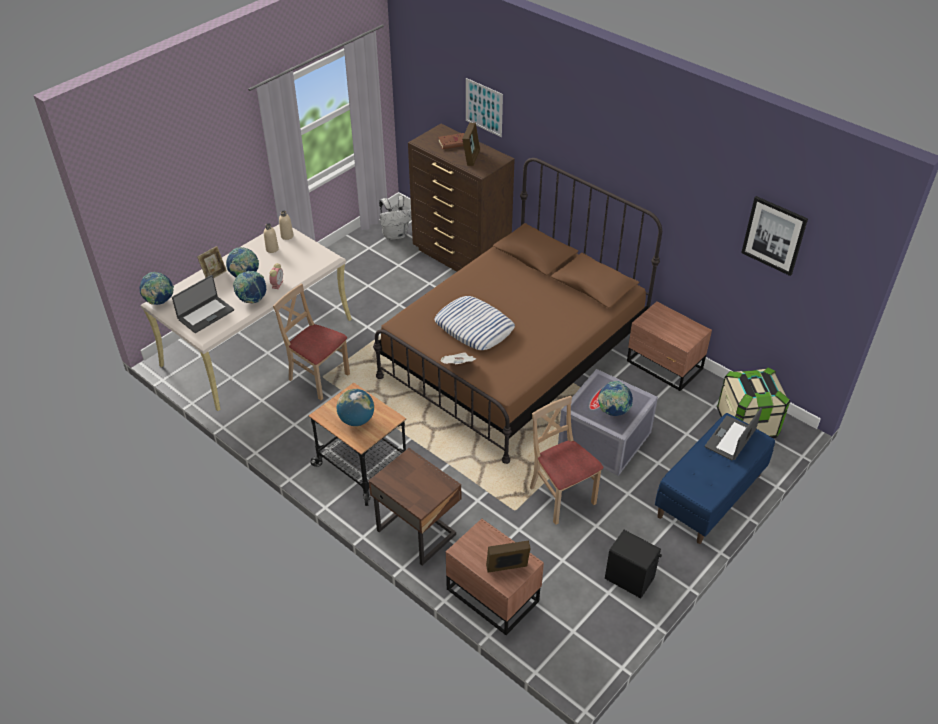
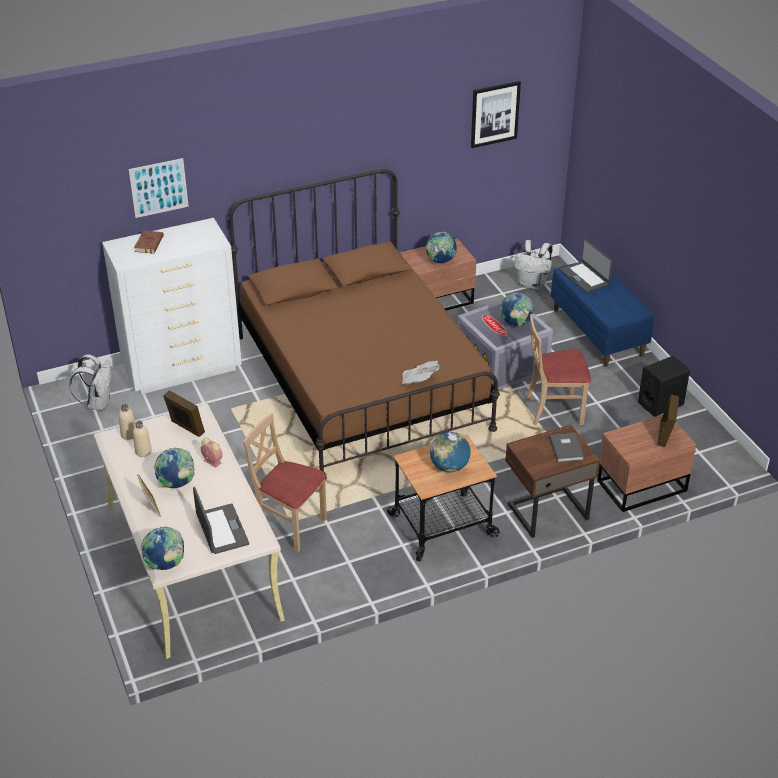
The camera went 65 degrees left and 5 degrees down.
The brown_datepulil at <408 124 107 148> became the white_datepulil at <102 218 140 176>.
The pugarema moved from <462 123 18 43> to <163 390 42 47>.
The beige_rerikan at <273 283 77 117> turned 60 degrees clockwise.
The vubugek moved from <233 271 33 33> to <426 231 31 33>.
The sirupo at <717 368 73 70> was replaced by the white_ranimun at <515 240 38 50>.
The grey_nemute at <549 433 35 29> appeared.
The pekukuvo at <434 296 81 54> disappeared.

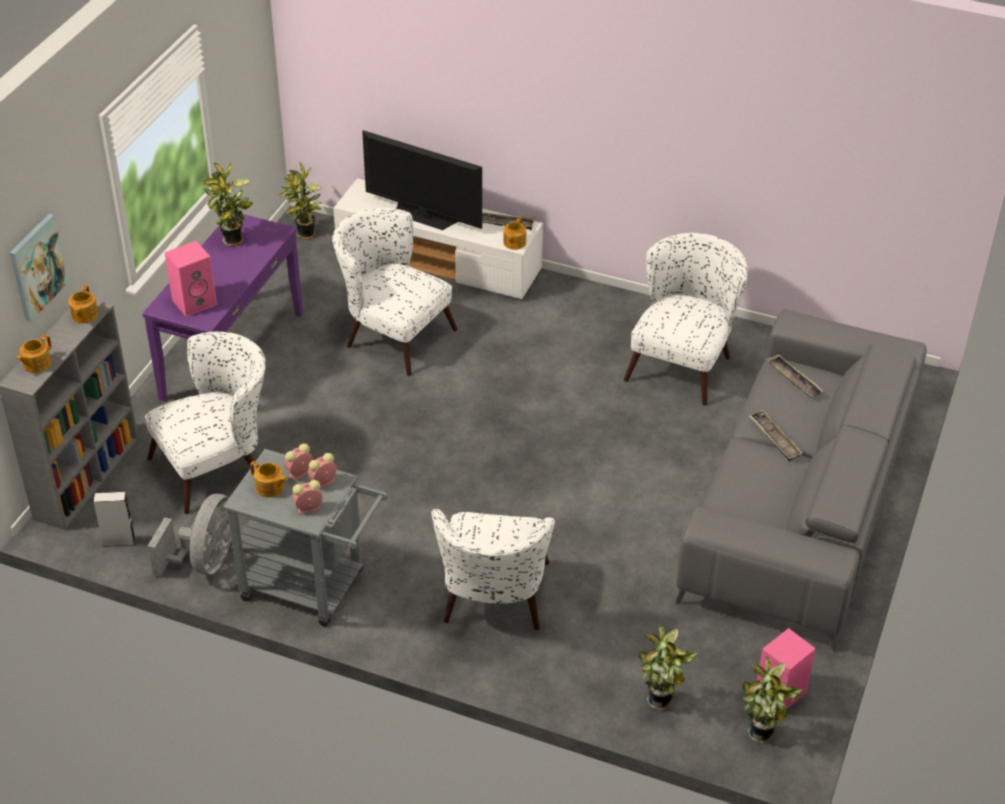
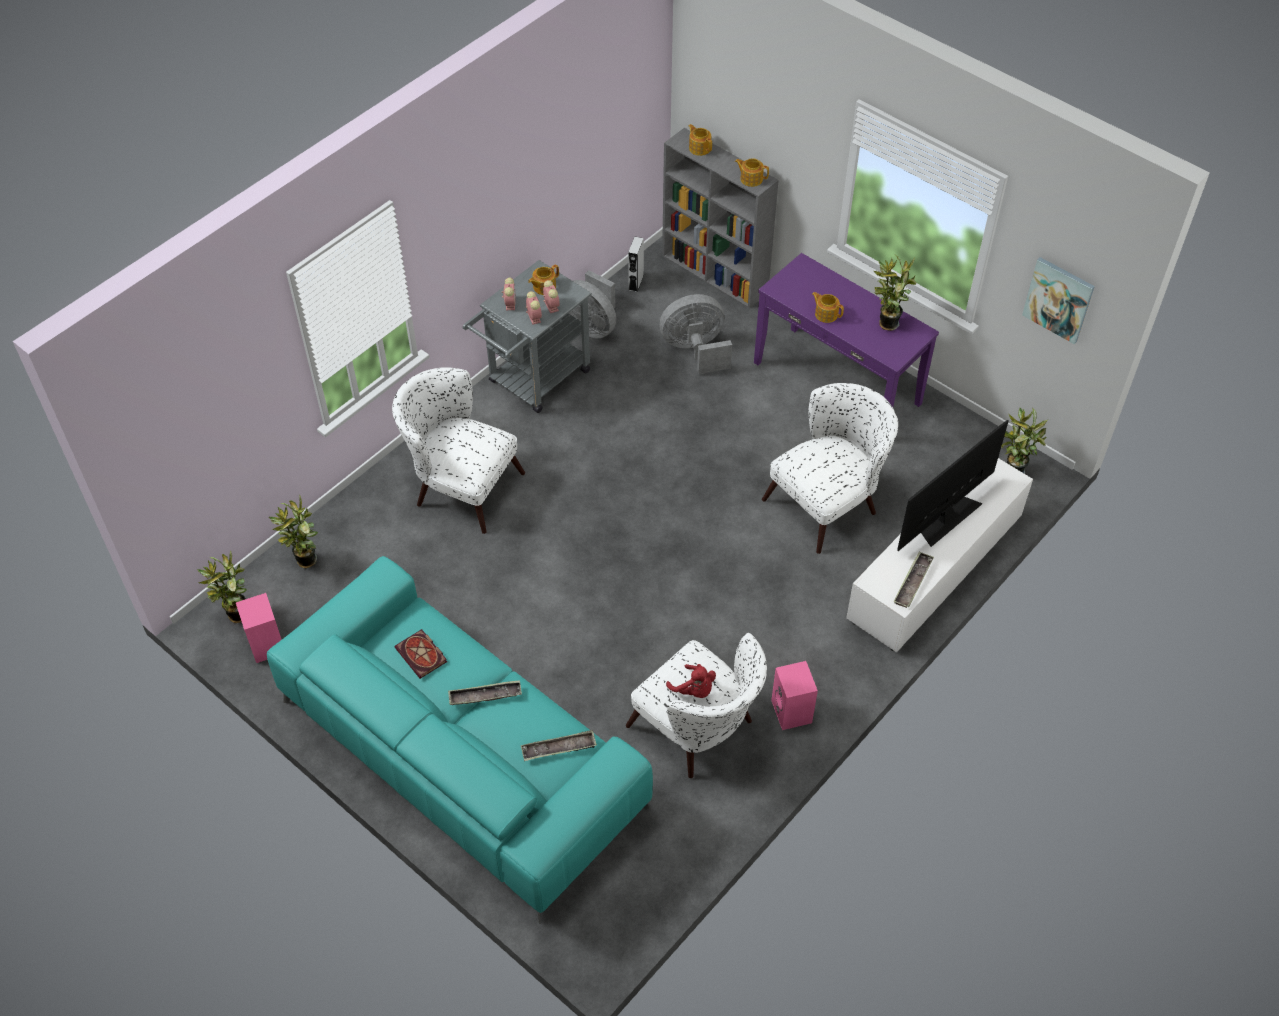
The camera went 110 degrees right and 10 degrees up.
The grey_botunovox at <675 309 252 343> became the turquoise_botunovox at <267 556 386 368>.
The nemute at <395 629 52 50> appeared.
The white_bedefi at <145 332 121 182> was replaced by the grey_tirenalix at <660 294 72 80>.
The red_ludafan at <666 664 50 34> appeared.
The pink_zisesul moved from <165 241 52 76> to <771 661 47 69>.
The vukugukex moved from <503 217 23 33> to <812 292 32 31>.
The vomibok moved from <10 214 58 108> to <1022 257 73 87>.

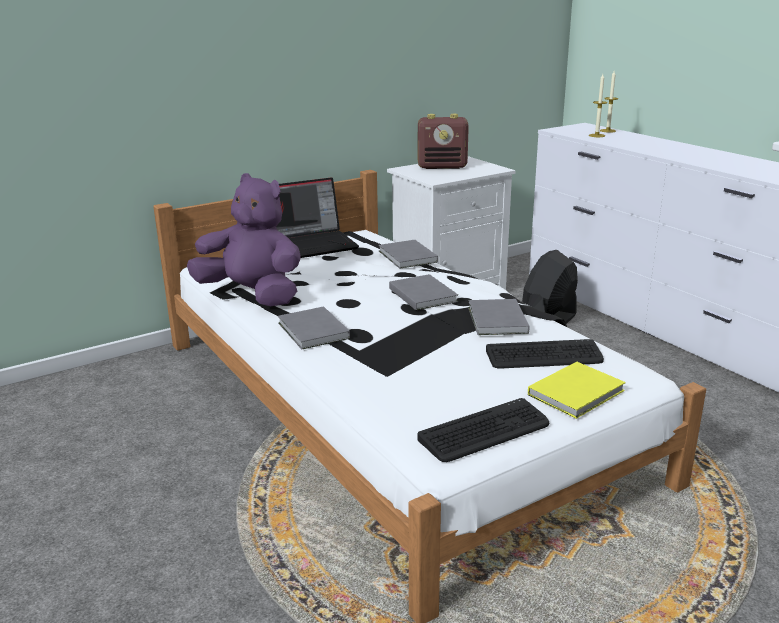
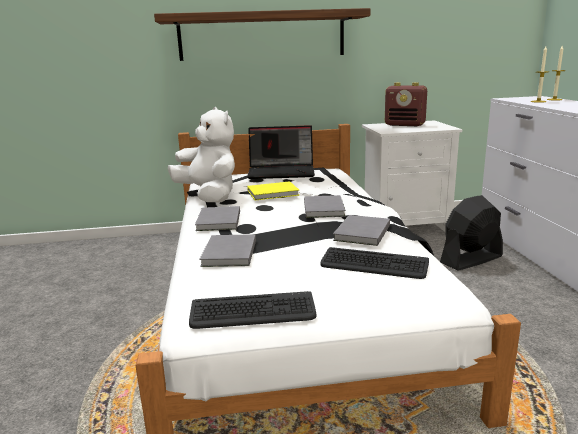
The camera went 25 degrees right and 5 degrees down.
The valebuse at <154 8 216 53> appeared.
The purple_ludafan at <187 173 113 133> became the white_ludafan at <168 107 67 95>.
The grey_nemute moved from <378 240 60 29> to <199 234 57 33>.
The yellow_nemute moved from <528 362 98 57> to <247 181 52 19>.

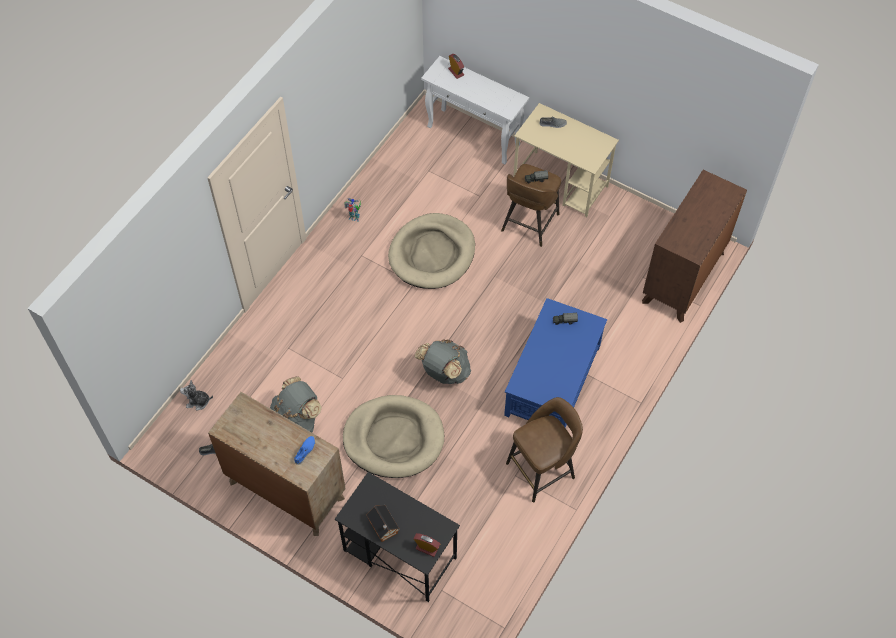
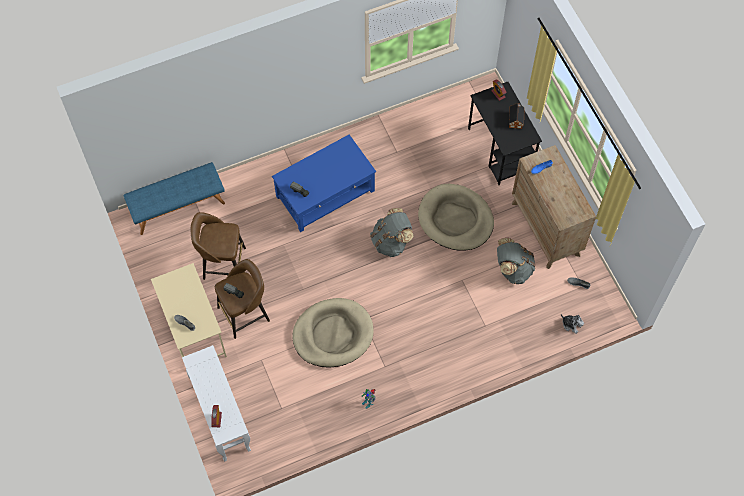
The camera went 145 degrees left and 5 degrees up.
The brown_datepulil at <642 170 105 153> was replaced by the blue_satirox at <123 162 102 73>.
The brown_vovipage moved from <506 397 77 105> to <190 212 56 68>.

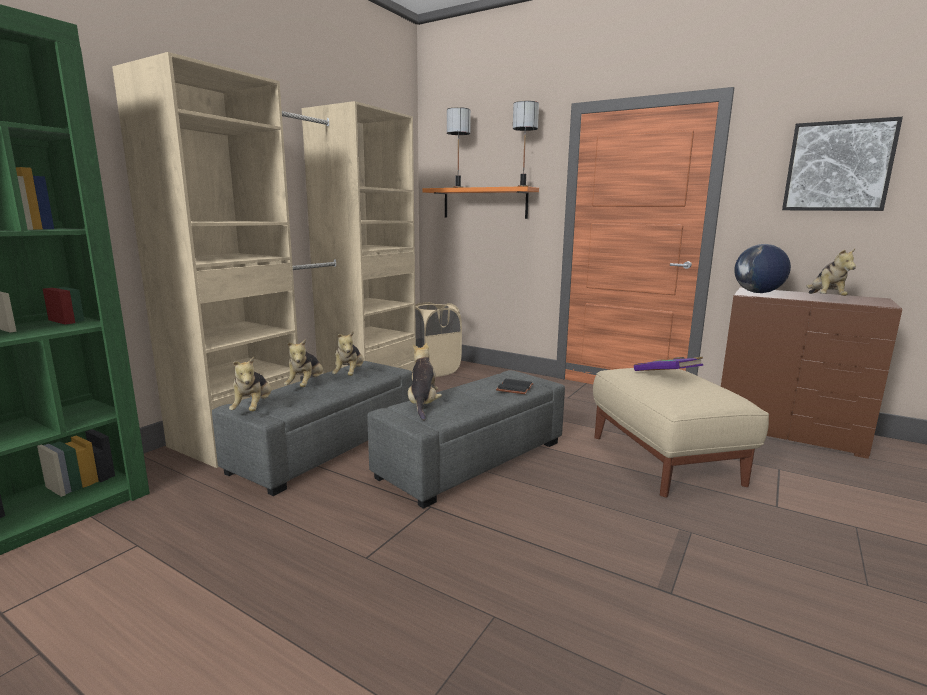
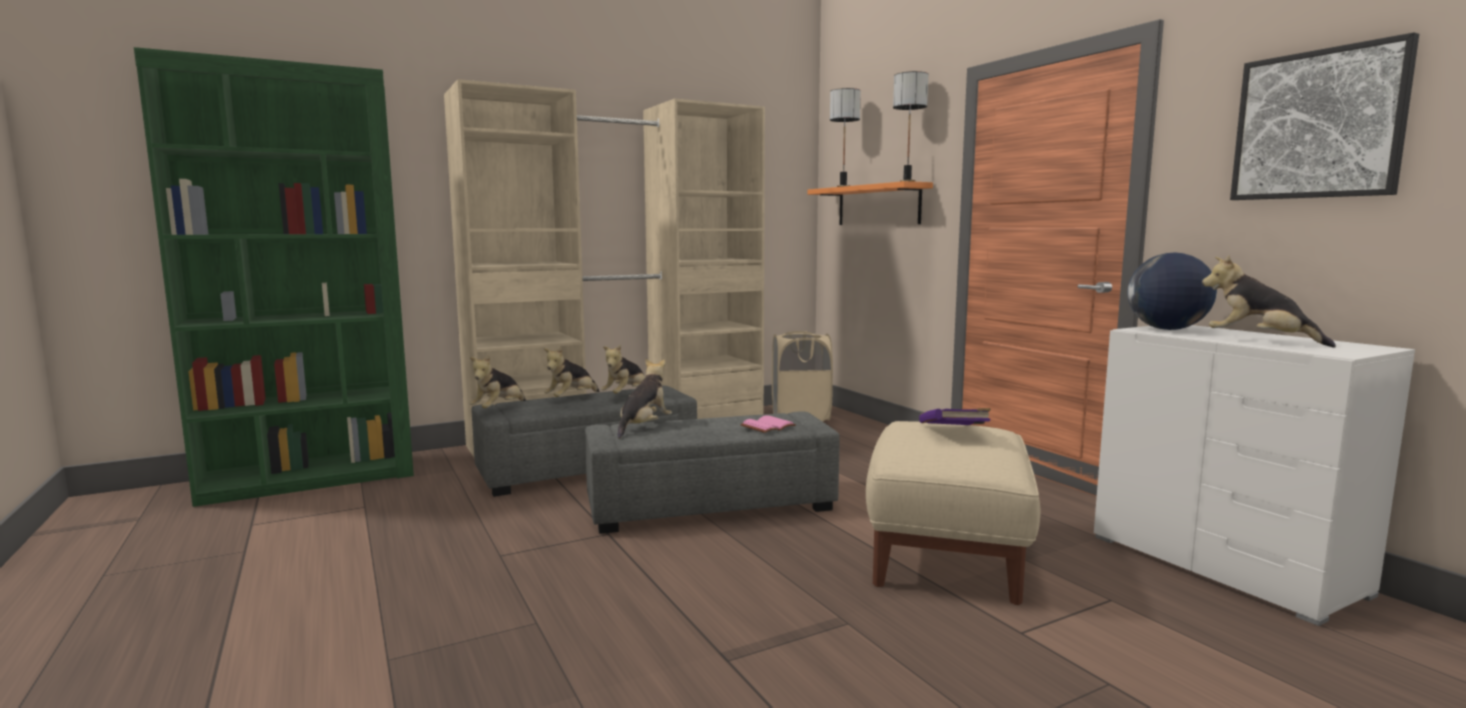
The camera went 30 degrees right and 5 degrees down.
The black_nemute at <496 379 38 15> became the pink_nemute at <740 415 56 18>.
The brown_datepulil at <721 288 181 171> became the white_datepulil at <1094 325 321 301>.
The ludafan at <806 249 50 47> turned 90 degrees clockwise.

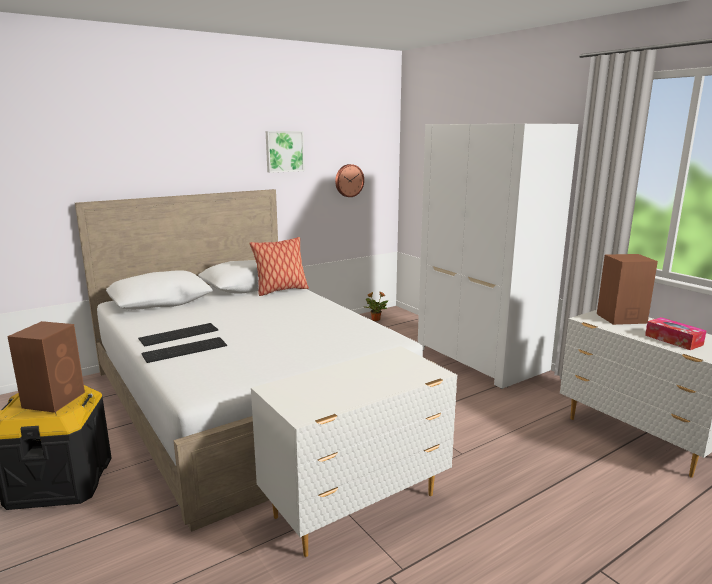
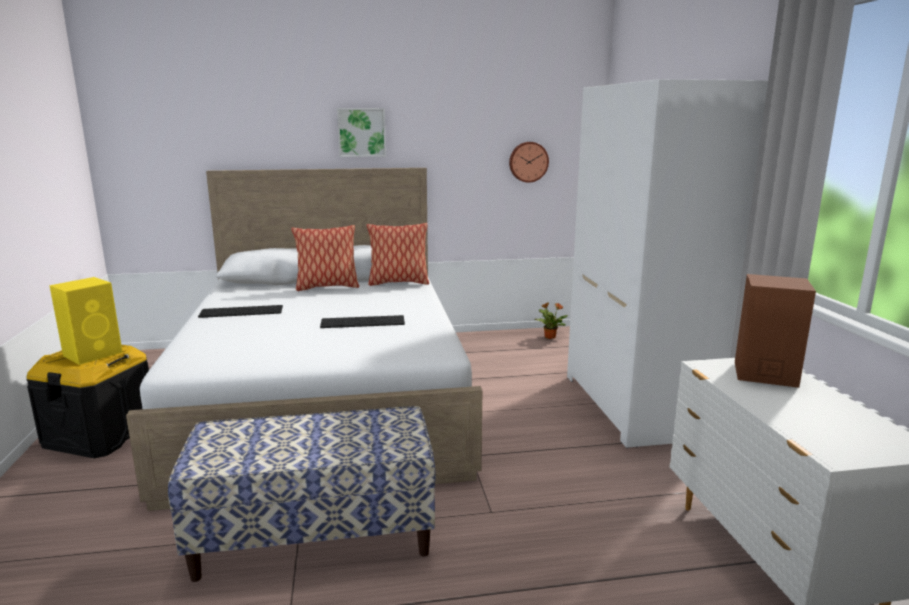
The camera went 25 degrees right and 0 degrees up.
The brown_zisesul at <7 321 78 92> became the yellow_zisesul at <49 277 74 88>.
The white_datepulil at <251 346 206 211> was replaced by the satirox at <168 406 267 176>.
The pekukuvo at <291 225 68 66> appeared.
The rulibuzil moved from <141 337 86 26> to <320 315 85 13>.
The vomibok moved from <266 131 38 42> to <337 108 49 49>.
The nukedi at <645 317 62 33> disappeared.

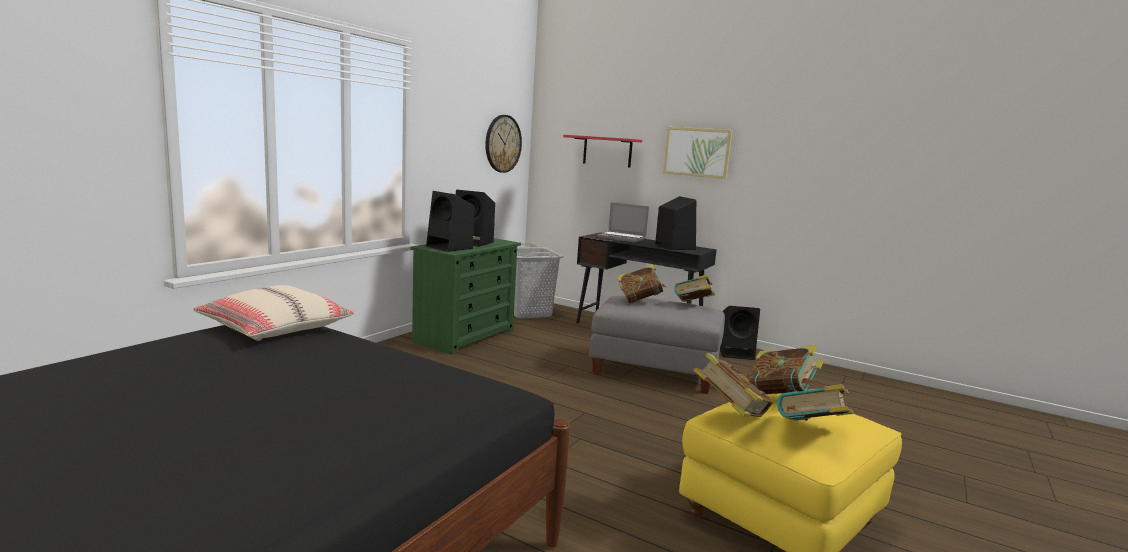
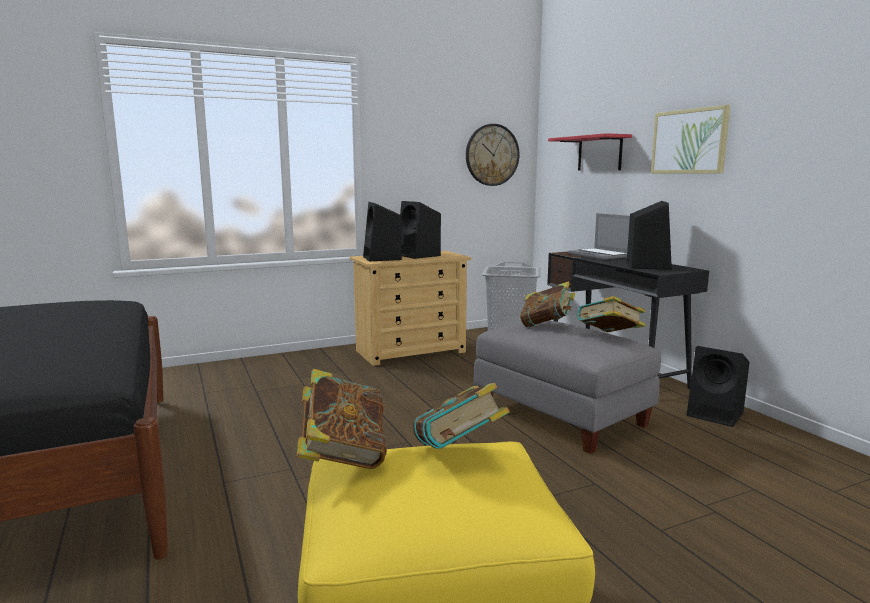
The camera went 35 degrees right and 0 degrees up.
The green_datepulil at <410 236 111 119> became the beige_datepulil at <350 251 121 115>.
The beige_pekukuvo at <193 285 161 56> disappeared.
The nemute at <777 384 76 37> disappeared.

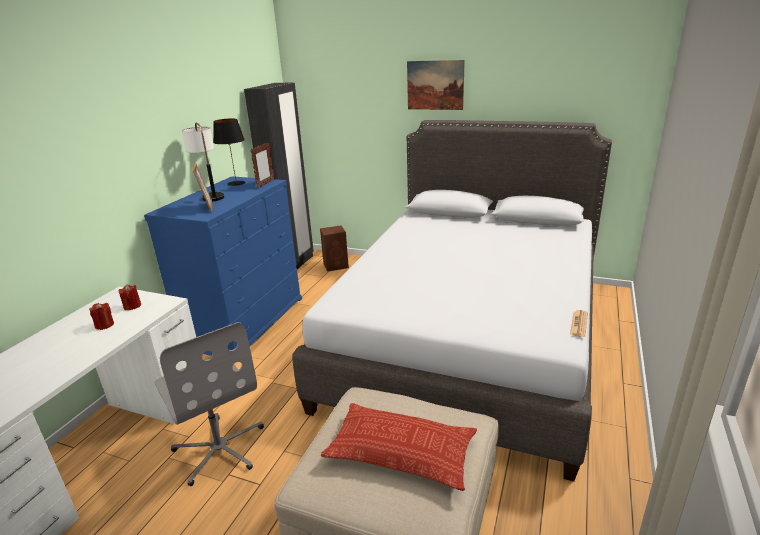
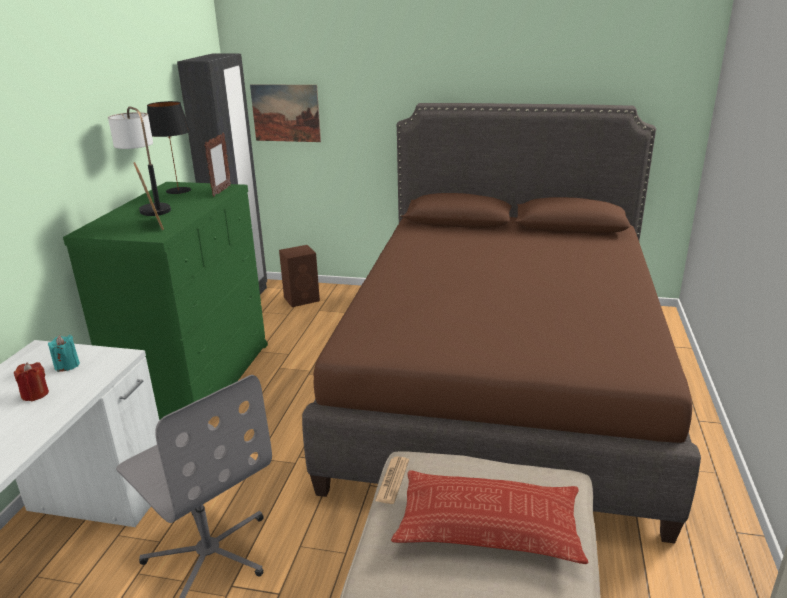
The camera went 10 degrees left and 0 degrees up.
The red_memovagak at <118 285 23 25> became the turquoise_memovagak at <48 335 32 37>.
The blue_datepulil at <144 176 158 180> became the green_datepulil at <63 182 205 238>.
The vomibok moved from <407 60 58 50> to <250 84 71 58>.
The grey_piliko at <292 120 320 362> became the brown_piliko at <302 103 399 440>.
The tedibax moved from <570 310 18 27> to <375 456 34 48>.

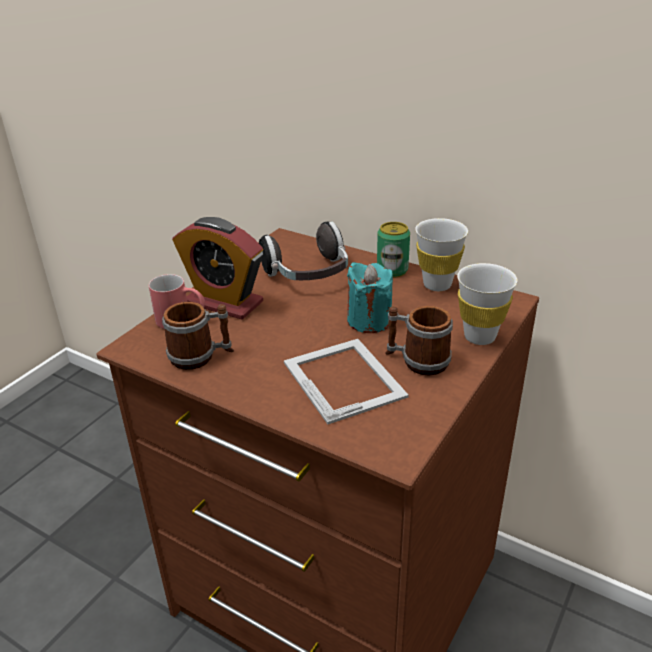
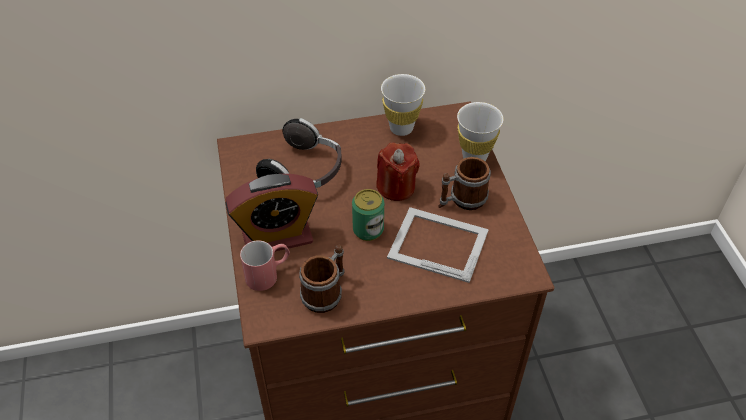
The camera went 45 degrees left and 15 degrees up.
The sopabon moved from <377 222 33 56> to <352 189 32 52>.
The turquoise_memovagak at <347 262 46 71> became the red_memovagak at <376 143 44 58>.

